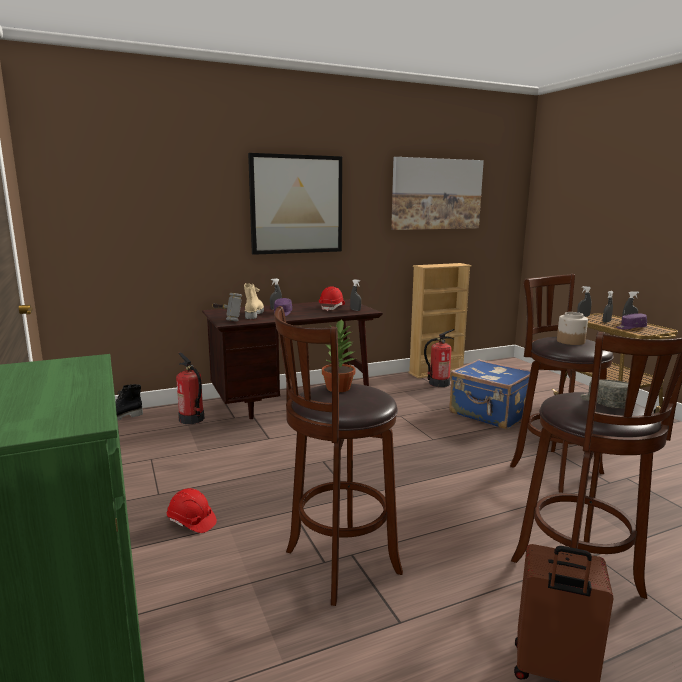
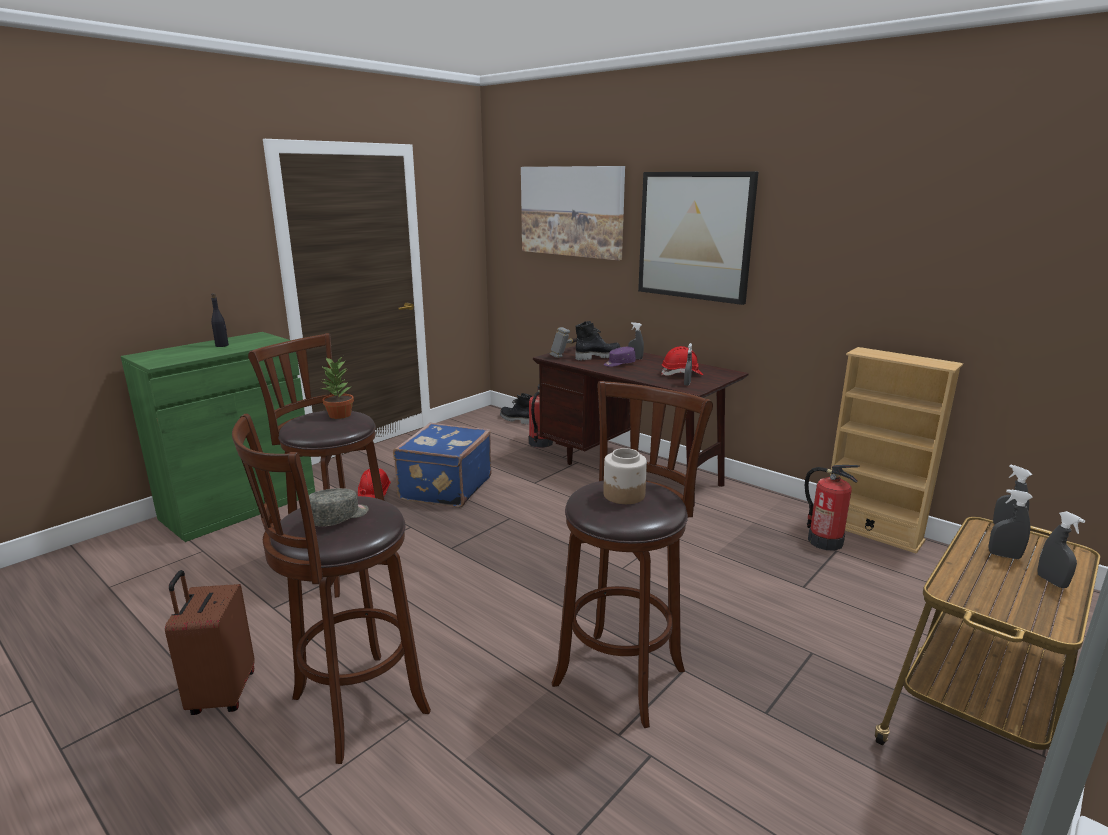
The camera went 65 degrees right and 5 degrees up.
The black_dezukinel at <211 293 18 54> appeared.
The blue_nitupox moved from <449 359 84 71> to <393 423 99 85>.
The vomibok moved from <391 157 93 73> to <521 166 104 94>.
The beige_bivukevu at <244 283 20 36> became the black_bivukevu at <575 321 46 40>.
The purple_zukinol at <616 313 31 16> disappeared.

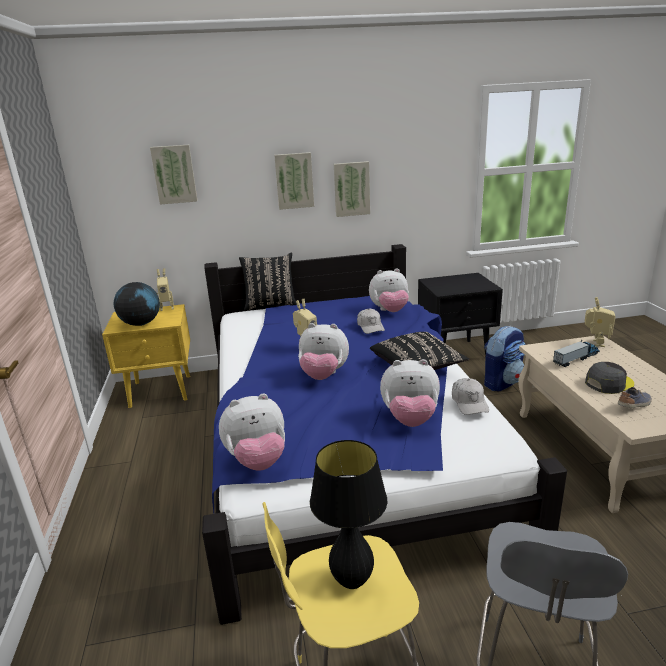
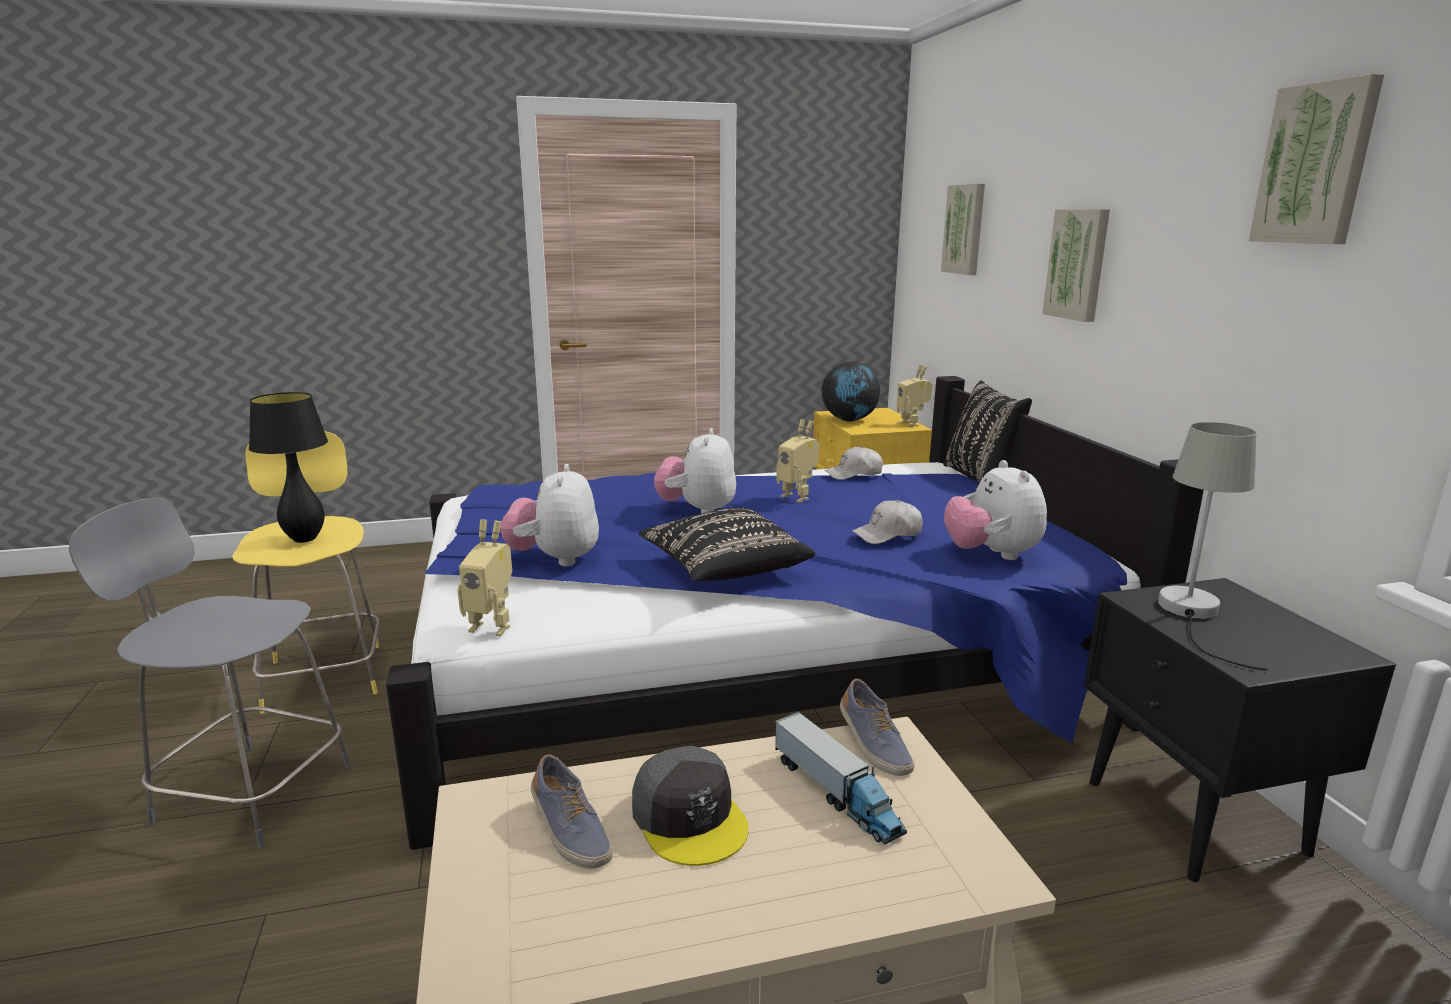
The camera went 85 degrees right and 5 degrees down.
The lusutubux moved from <585 297 31 50> to <457 519 55 117>.
The white_zukinol moved from <452 378 37 37> to <825 446 58 34>.
The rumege at <840 679 75 97> appeared.
The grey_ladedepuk at <1158 422 110 249> appeared.
The vomibok moved from <334 161 36 56> to <1249 74 135 170>.
The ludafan at <219 394 66 77> disappeared.
The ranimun at <484 326 41 65> disappeared.

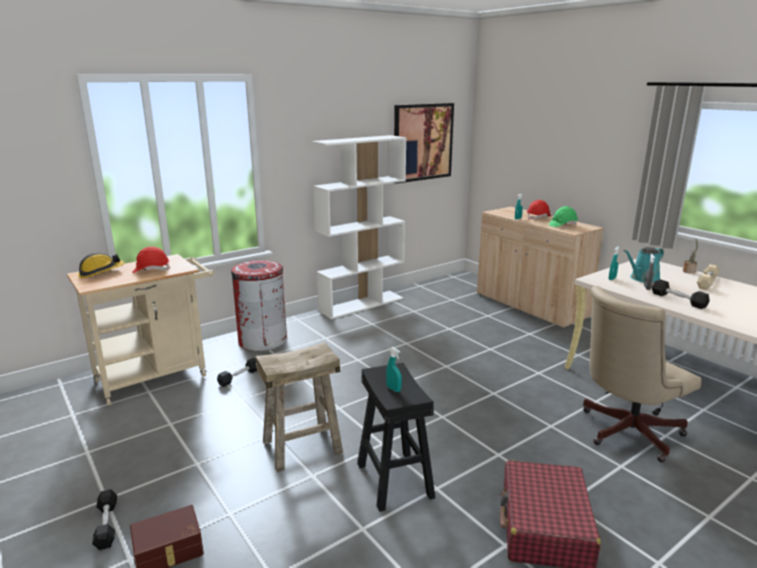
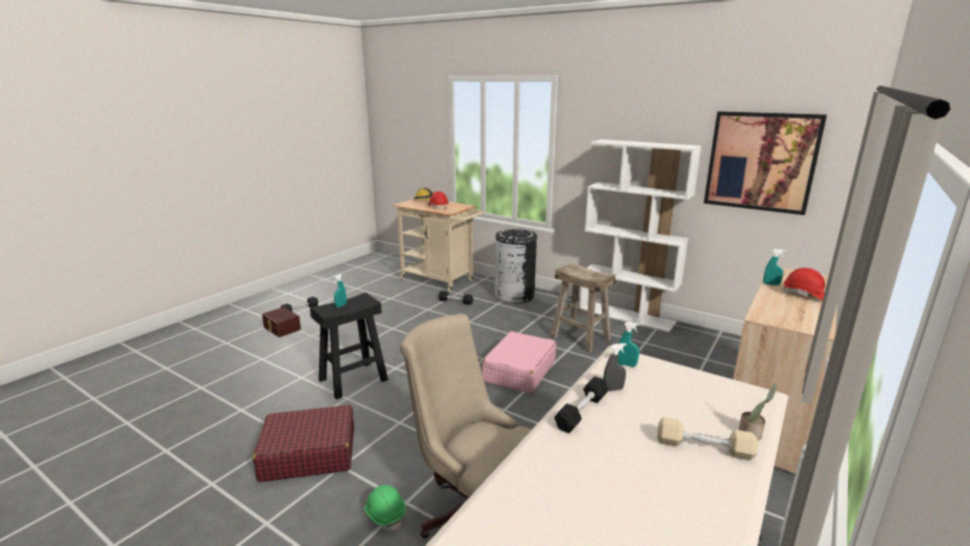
The camera went 70 degrees right and 0 degrees up.
The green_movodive moved from <549 206 29 21> to <364 485 42 46>.
The pink_nitupox at <482 331 74 62> appeared.
The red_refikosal at <231 260 56 91> became the black_refikosal at <495 229 42 74>.
The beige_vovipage moved from <255 342 88 130> to <550 263 66 90>.
The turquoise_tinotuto at <624 247 40 35> disappeared.

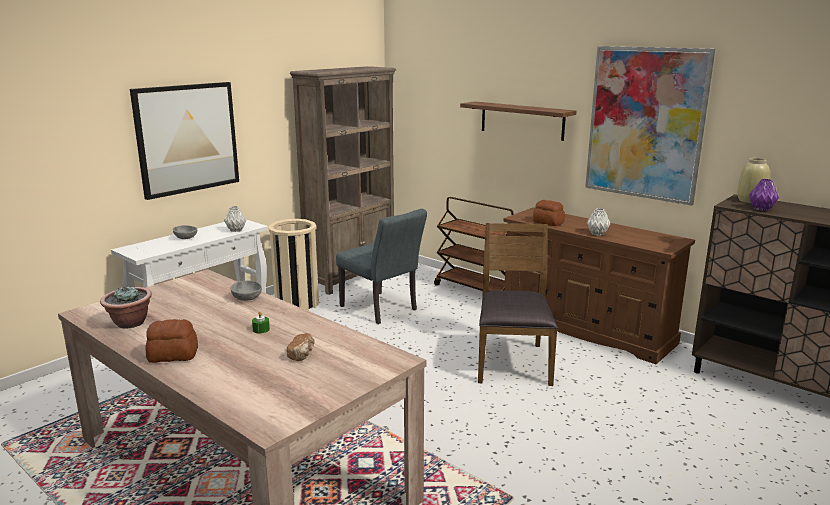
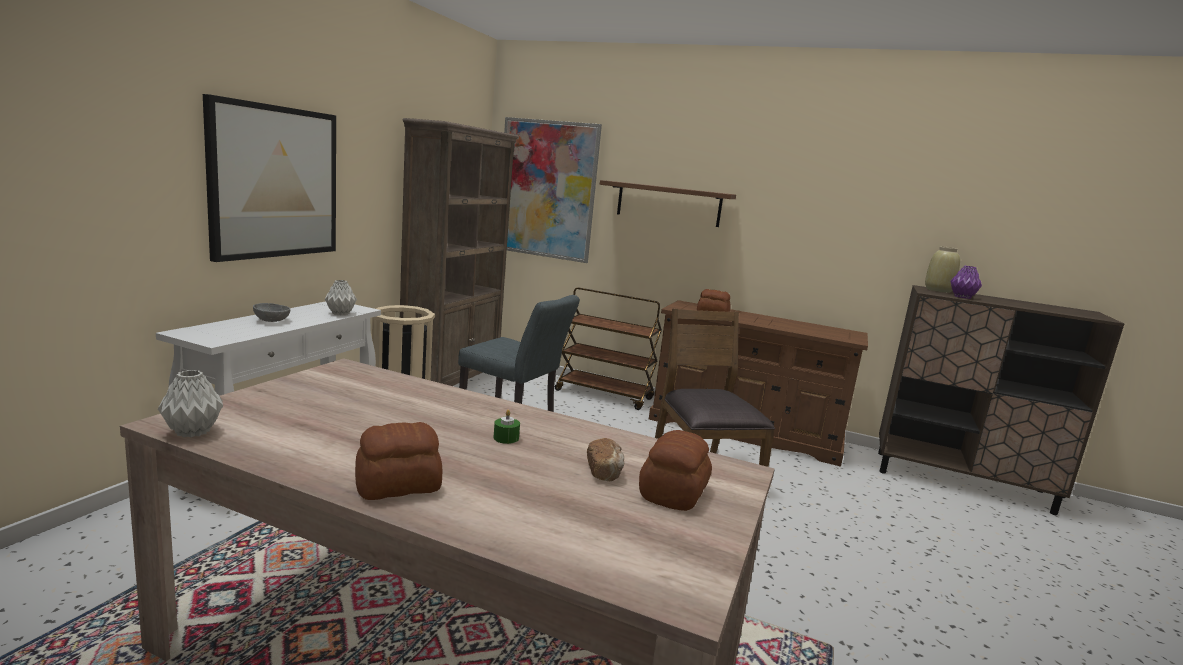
The camera went 20 degrees left and 5 degrees down.
The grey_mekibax moved from <587 208 23 28> to <158 370 65 67>.
The vomibok moved from <585 46 130 160> to <504 117 98 146>.
The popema at <639 430 73 81> appeared.
The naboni at <100 286 52 43> disappeared.
The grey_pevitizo at <231 280 31 21> disappeared.

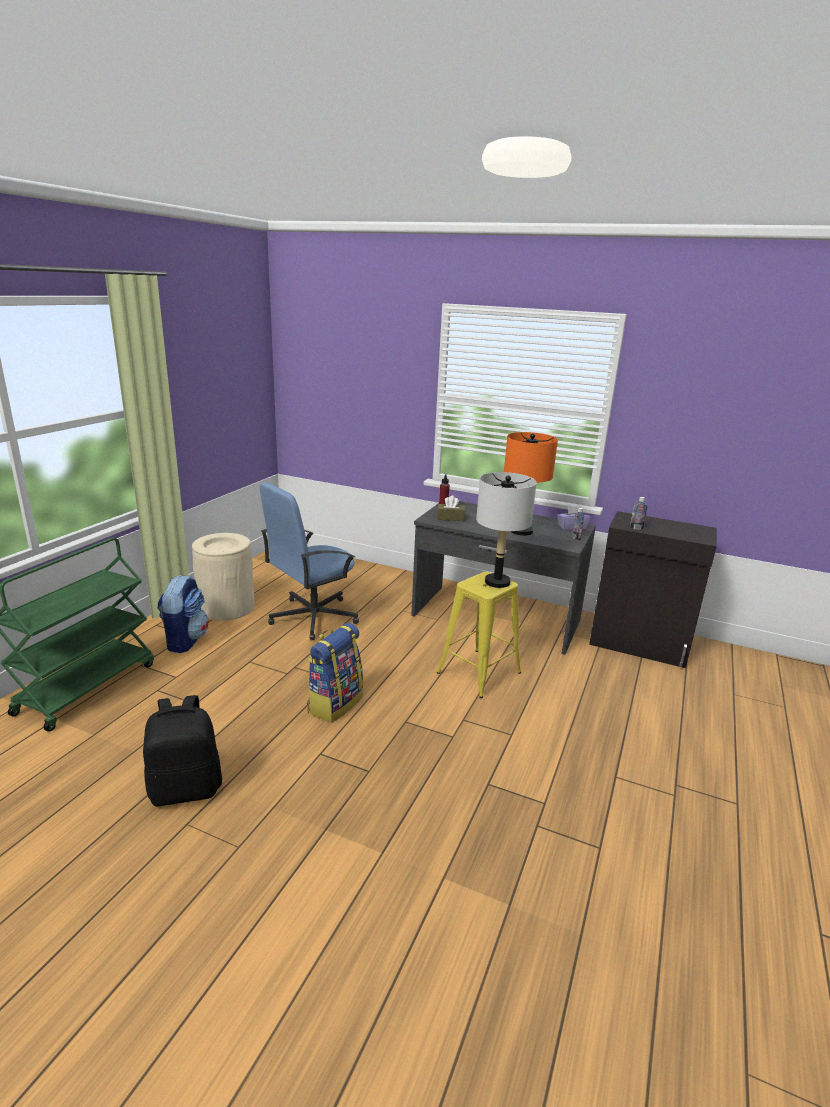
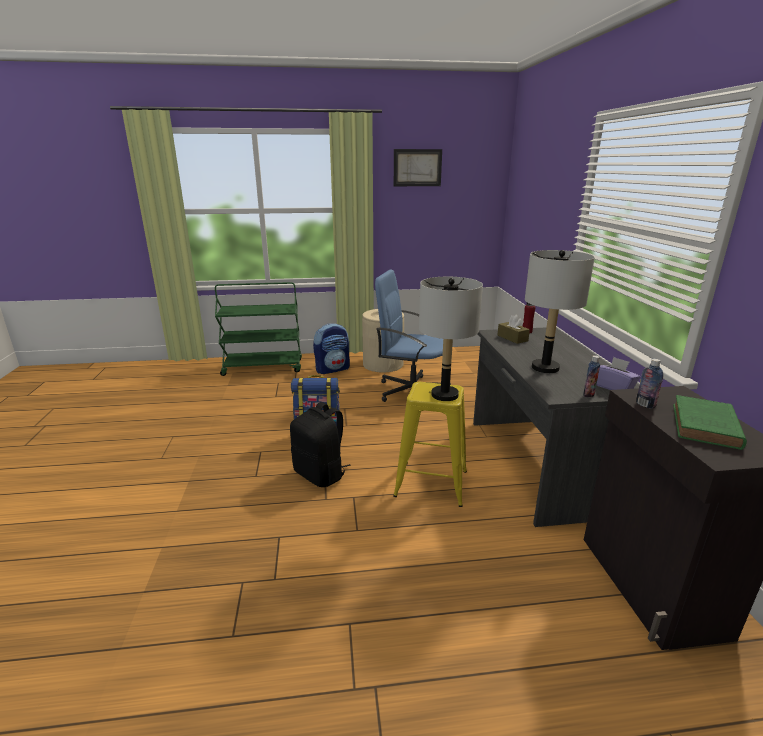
The camera went 60 degrees right and 0 degrees up.
The black_ranimun moved from <143 695 79 111> to <290 402 61 85>.
The vomibok at <394 149 48 37> appeared.
The orange_ladedepuk at <504 432 54 104> became the grey_ladedepuk at <525 250 70 123>.
The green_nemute at <673 395 74 55> appeared.

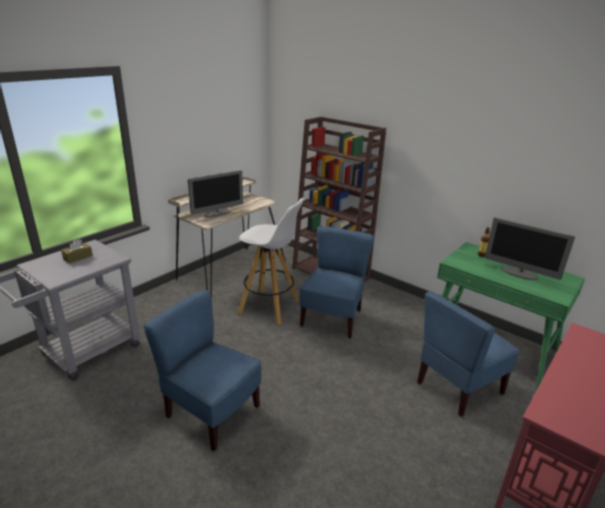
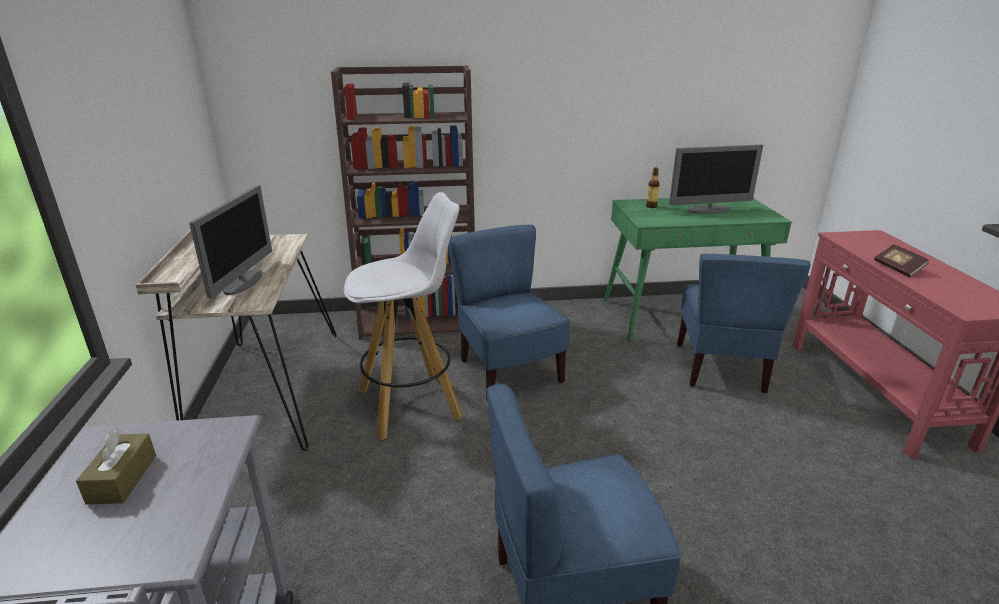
The camera went 45 degrees left and 0 degrees up.
The nemute at <875 244 54 33> appeared.

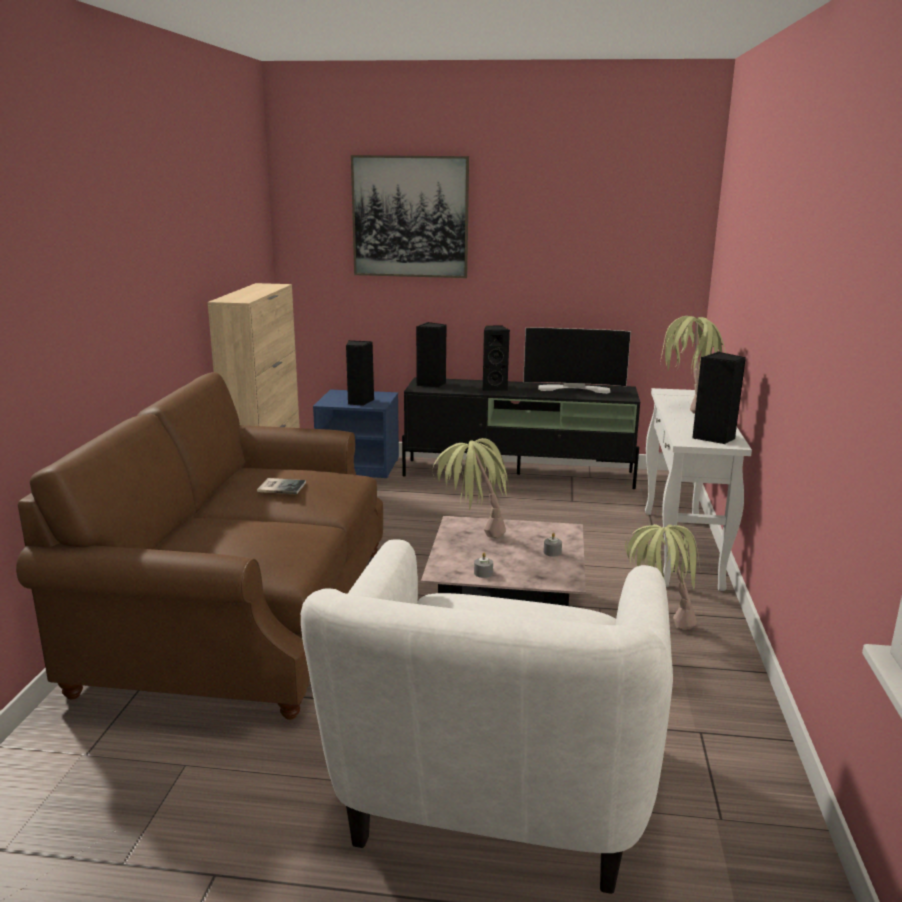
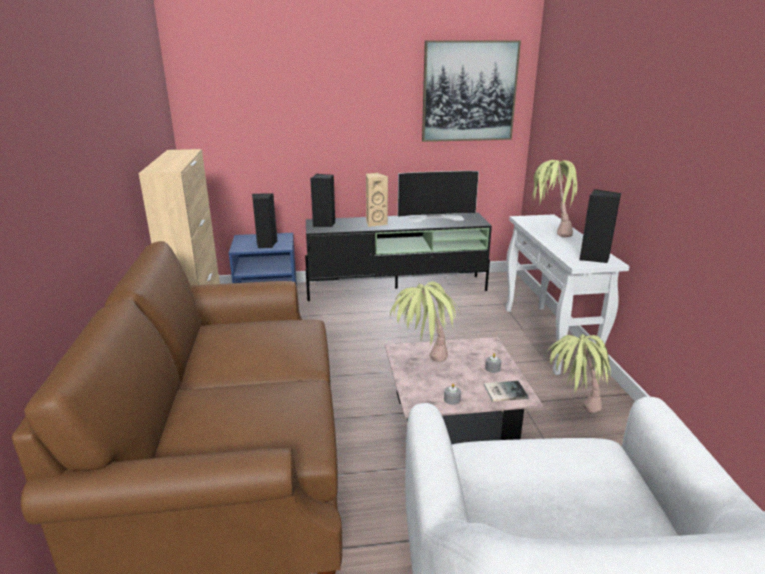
The camera went 15 degrees left and 5 degrees up.
The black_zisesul at <482 326 28 65> became the beige_zisesul at <366 173 22 54>.
The vomibok moved from <351 155 118 123> to <422 41 99 101>.
The nemute moved from <257 478 49 16> to <484 381 45 21>.

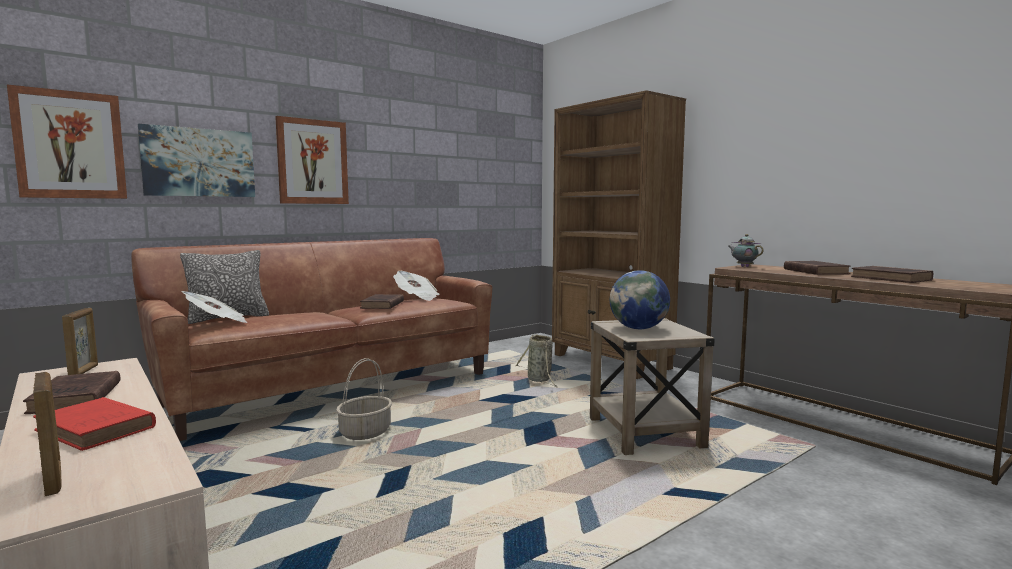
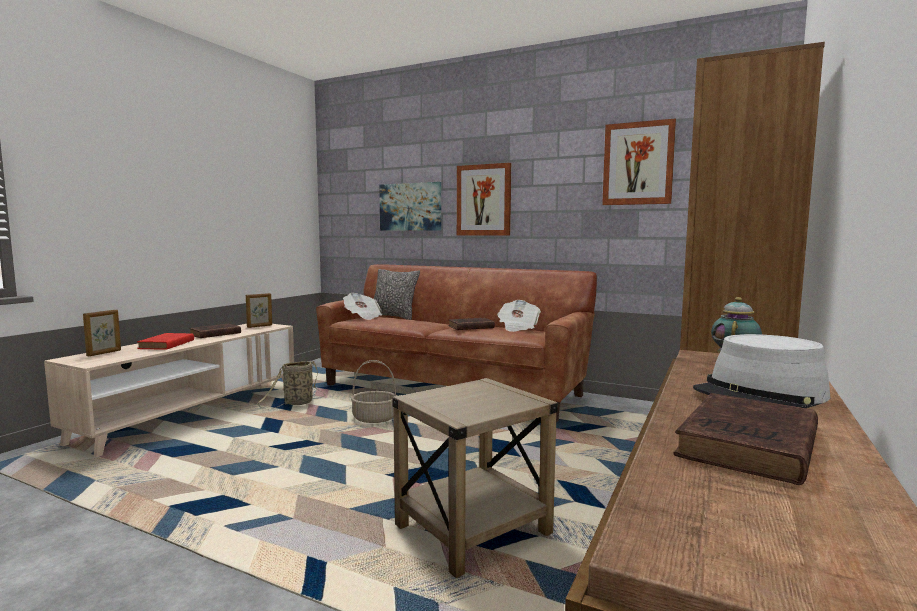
The camera went 65 degrees right and 0 degrees up.
The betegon moved from <516 334 42 54> to <257 361 68 49>.
The vomibok moved from <7 84 120 115> to <602 118 74 87>.
The brown_nemute at <784 261 66 14> was replaced by the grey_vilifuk at <693 334 137 74>.
The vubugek at <610 270 60 59> disappeared.

